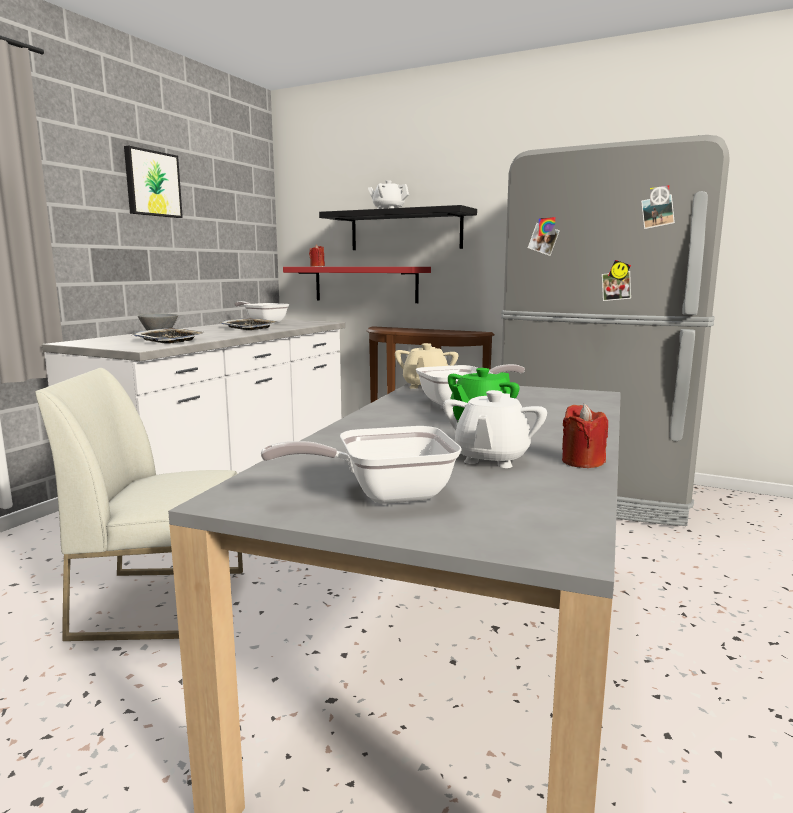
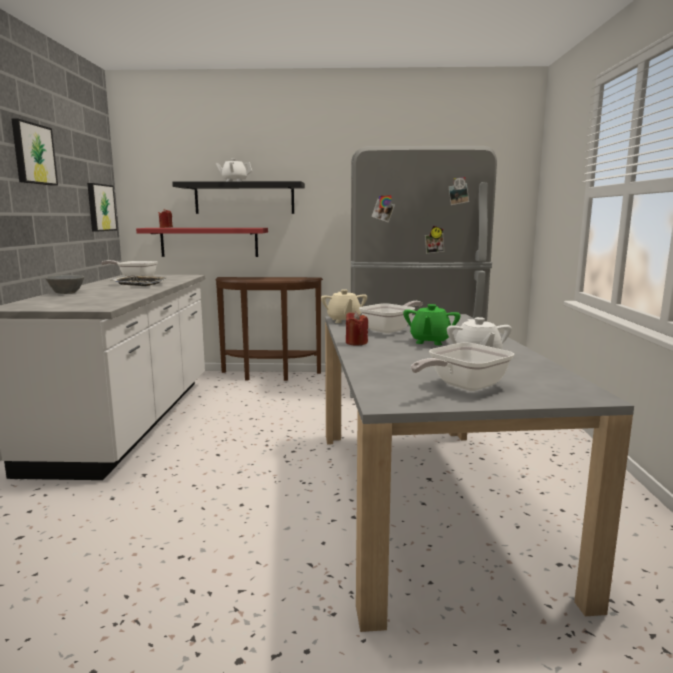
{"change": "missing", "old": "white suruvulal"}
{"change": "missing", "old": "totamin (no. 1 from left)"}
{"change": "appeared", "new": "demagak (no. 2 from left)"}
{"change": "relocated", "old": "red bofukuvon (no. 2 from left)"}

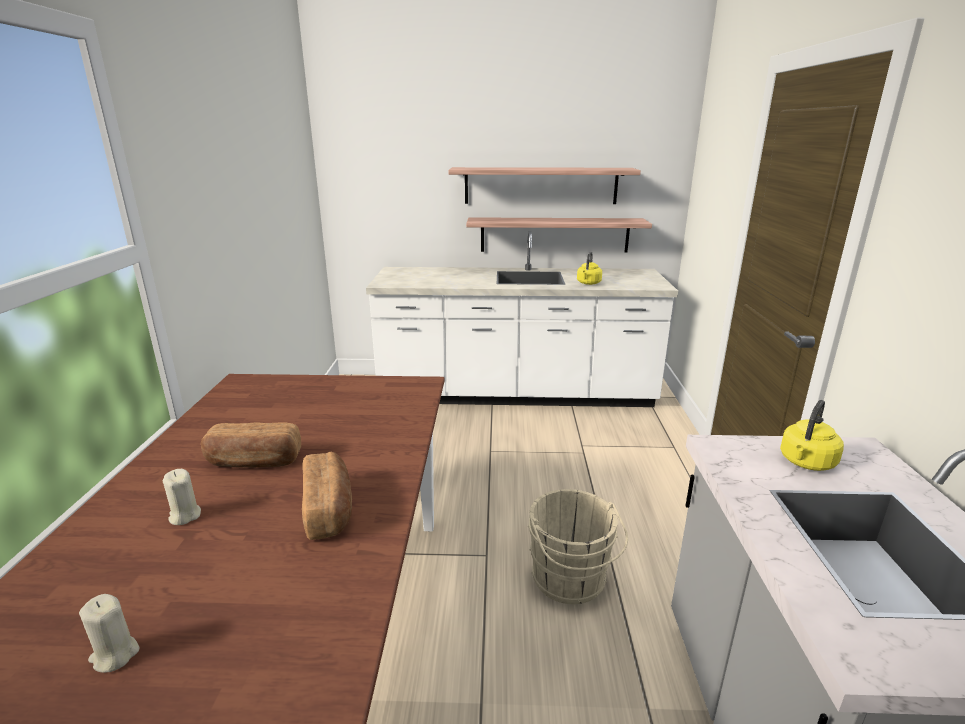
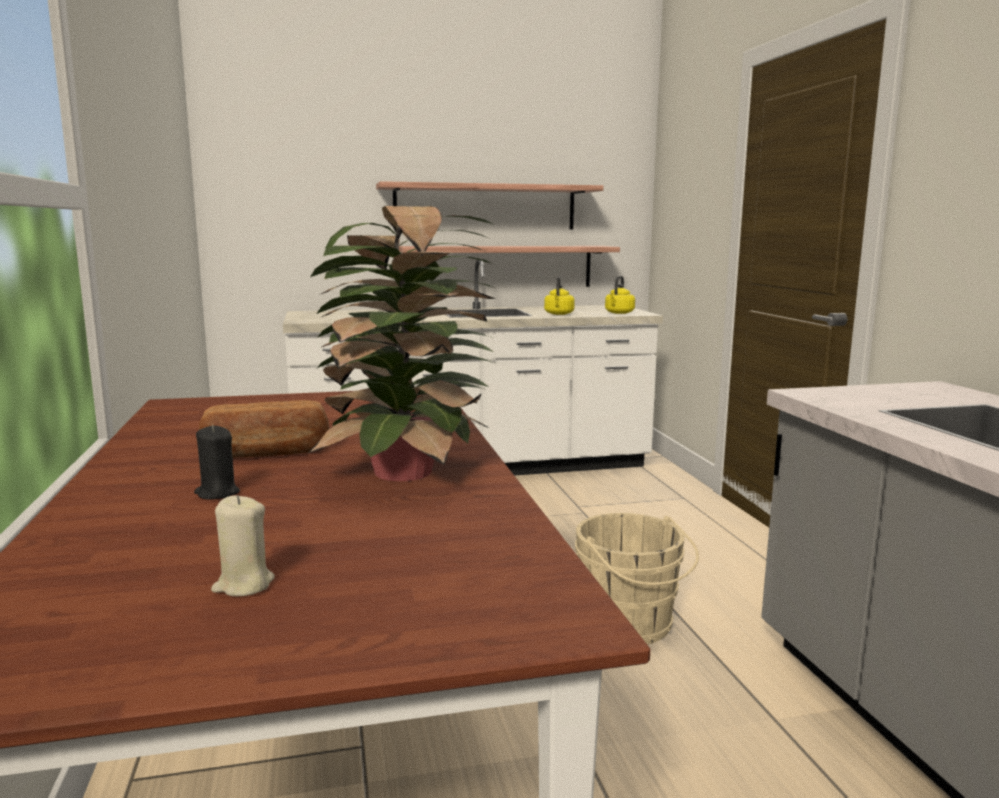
{"change": "relocated", "old": "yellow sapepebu (no. 2 from left)"}
{"change": "exchanged", "old": "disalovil (no. 2 from left)", "new": "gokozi"}
{"change": "colour", "old": "beige bofukuvon (no. 2 from left)", "new": "black bofukuvon"}

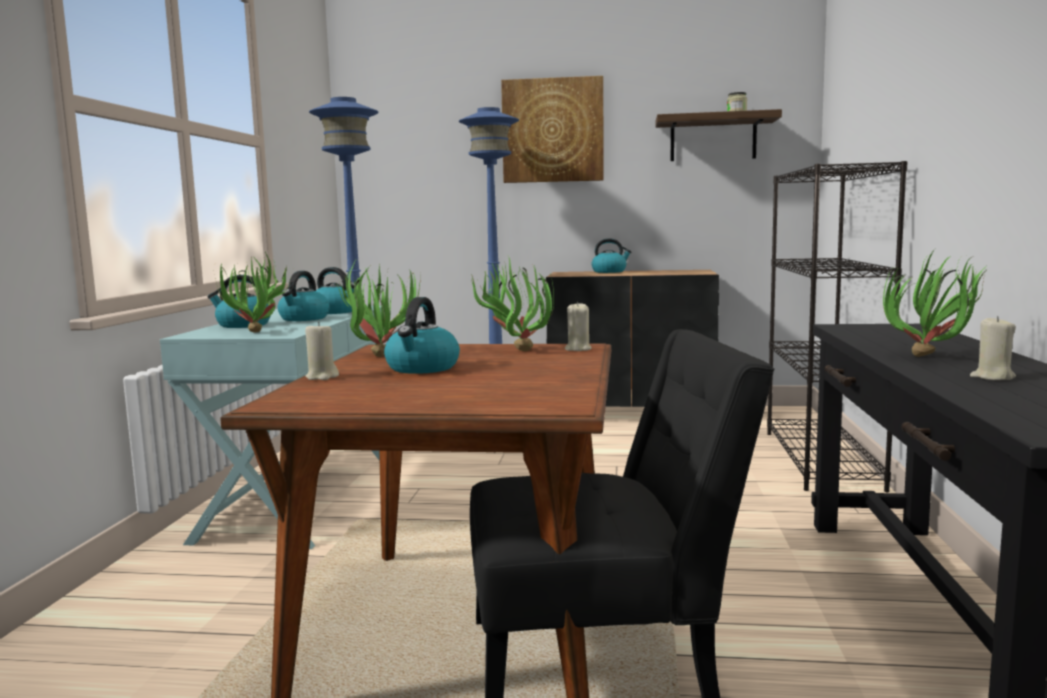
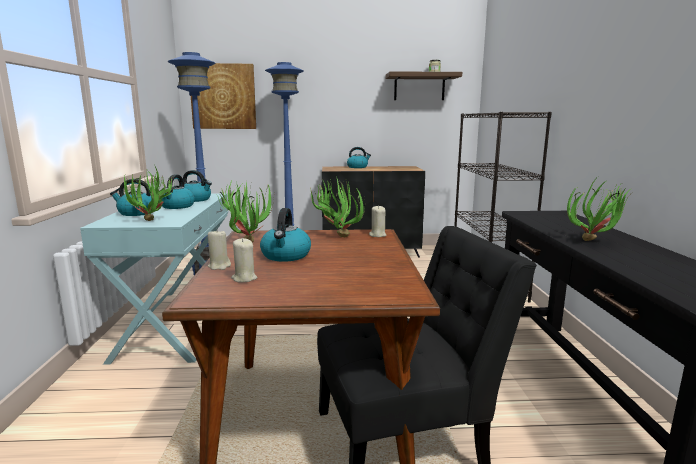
{"change": "relocated", "old": "demagak"}
{"change": "relocated", "old": "beige bofukuvon (no. 3 from left in the first image)", "new": "beige bofukuvon (no. 2 from left)"}

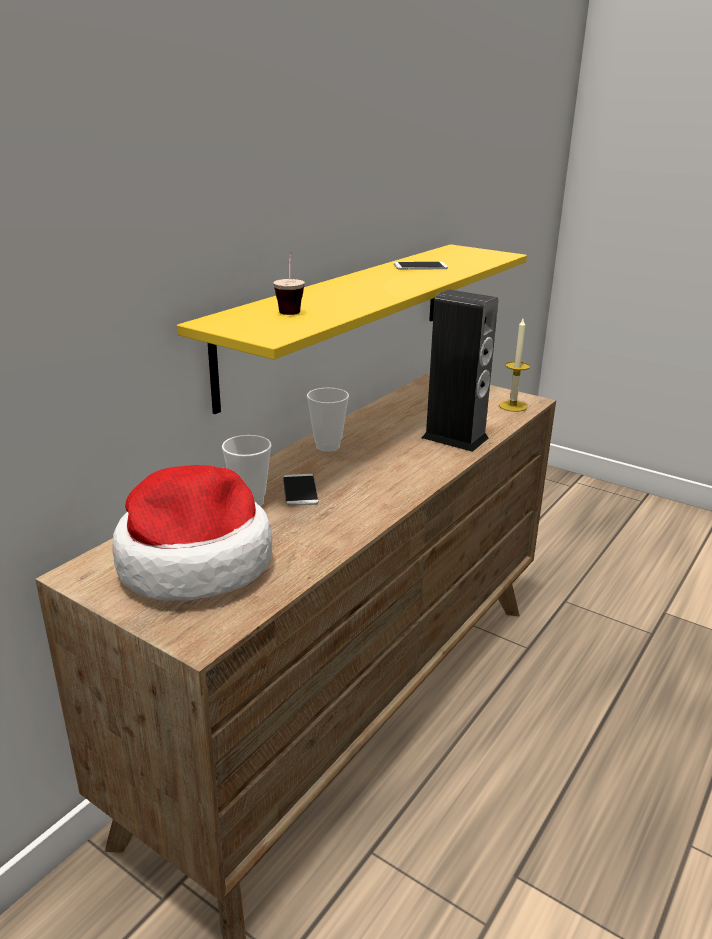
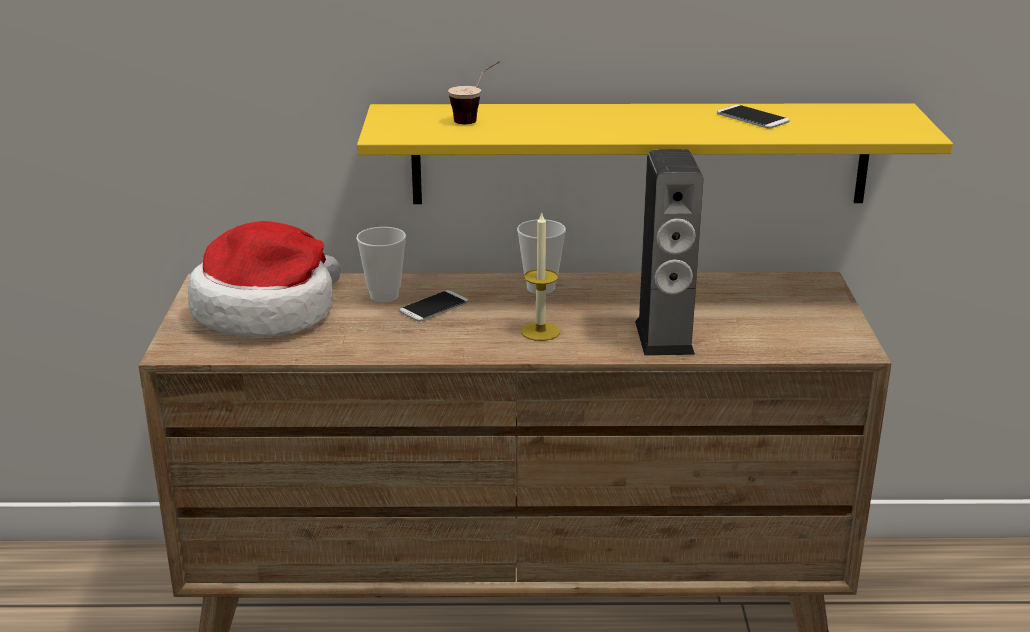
{"change": "relocated", "old": "bofukuvon"}

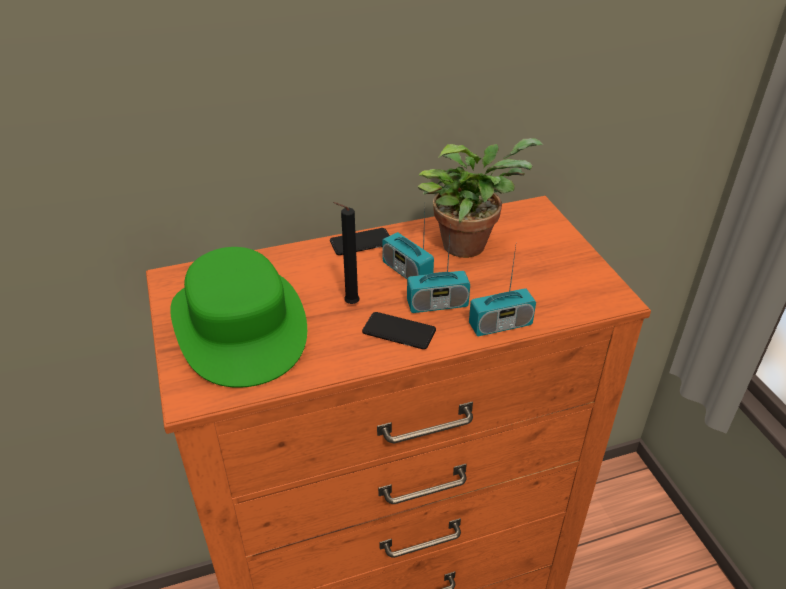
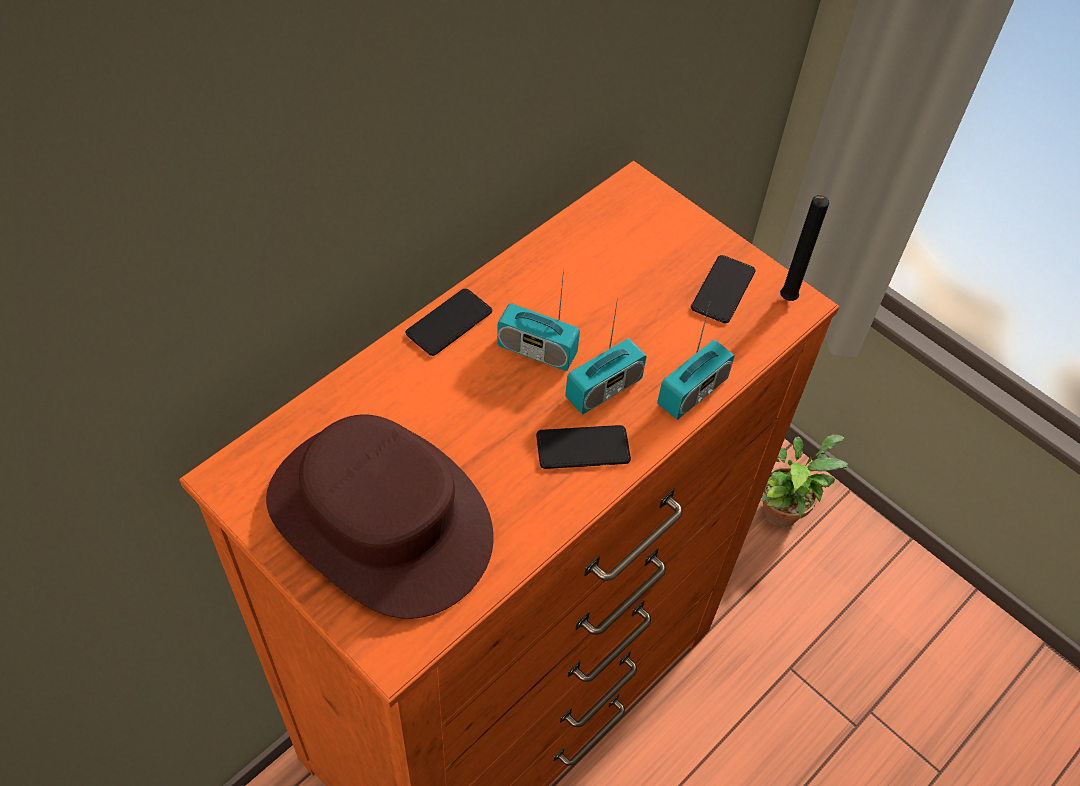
{"change": "appeared", "new": "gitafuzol (no. 3 from left)"}
{"change": "relocated", "old": "black bofukuvon"}
{"change": "relocated", "old": "gokozi"}
{"change": "colour", "old": "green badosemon", "new": "brown badosemon"}

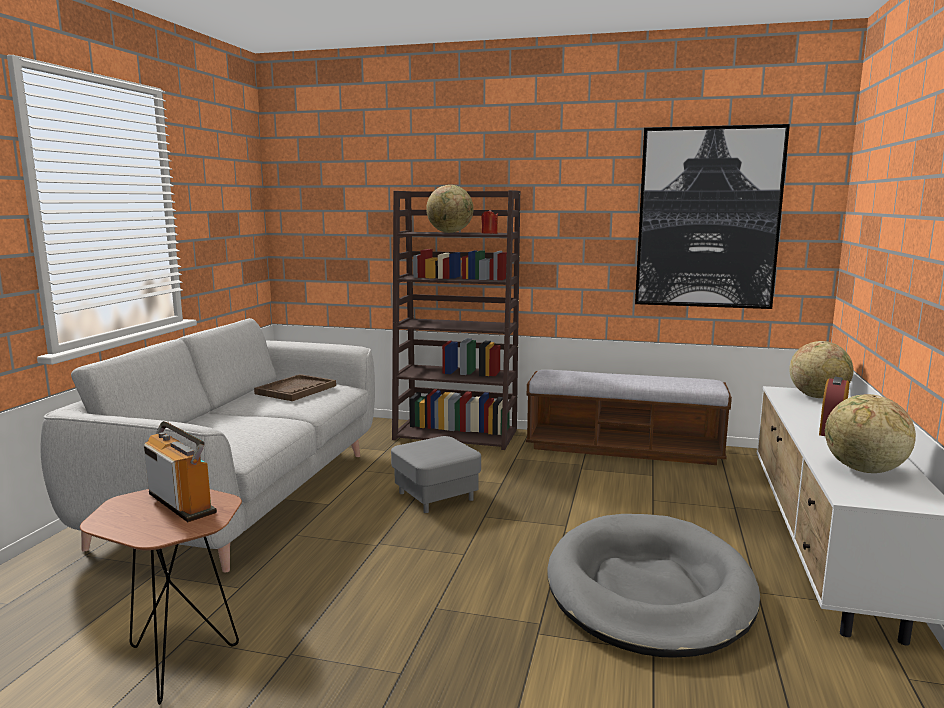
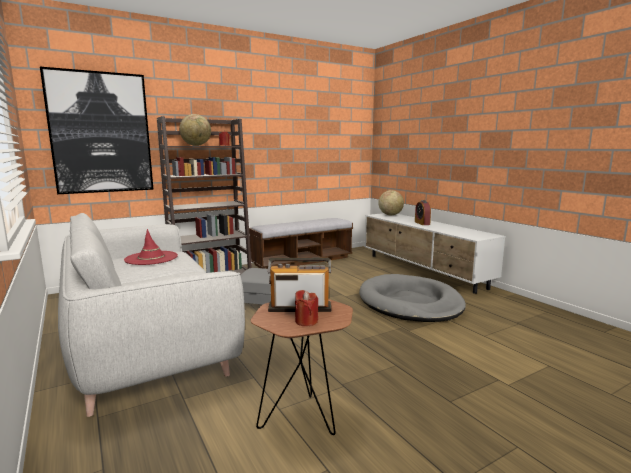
{"change": "missing", "old": "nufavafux (no. 3 from left)"}
{"change": "appeared", "new": "red bofukuvon (no. 2 from left)"}
{"change": "relocated", "old": "demagak"}
{"change": "exchanged", "old": "brown totamin", "new": "red badosemon"}

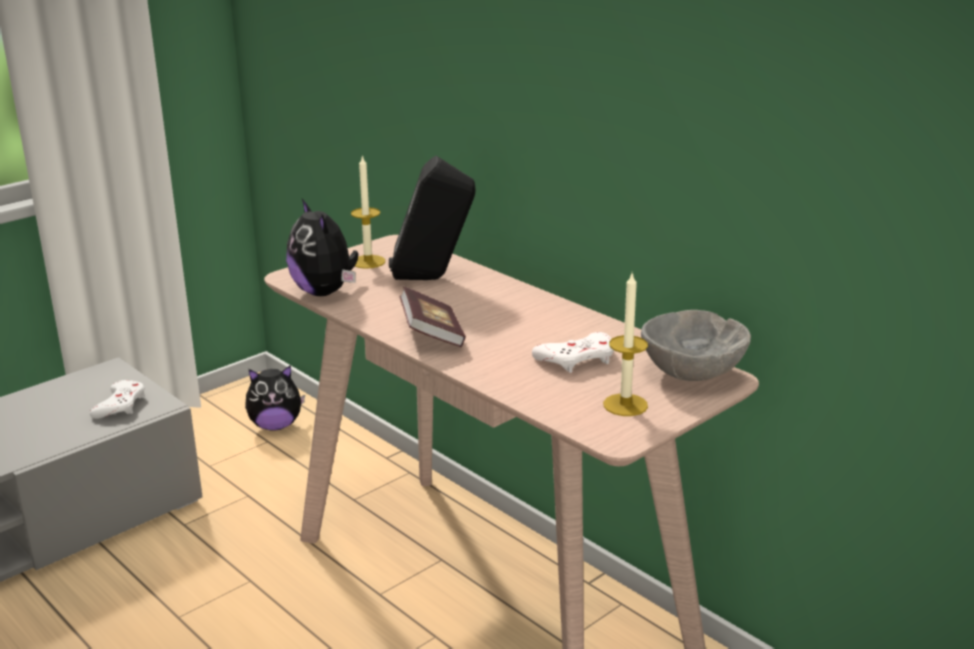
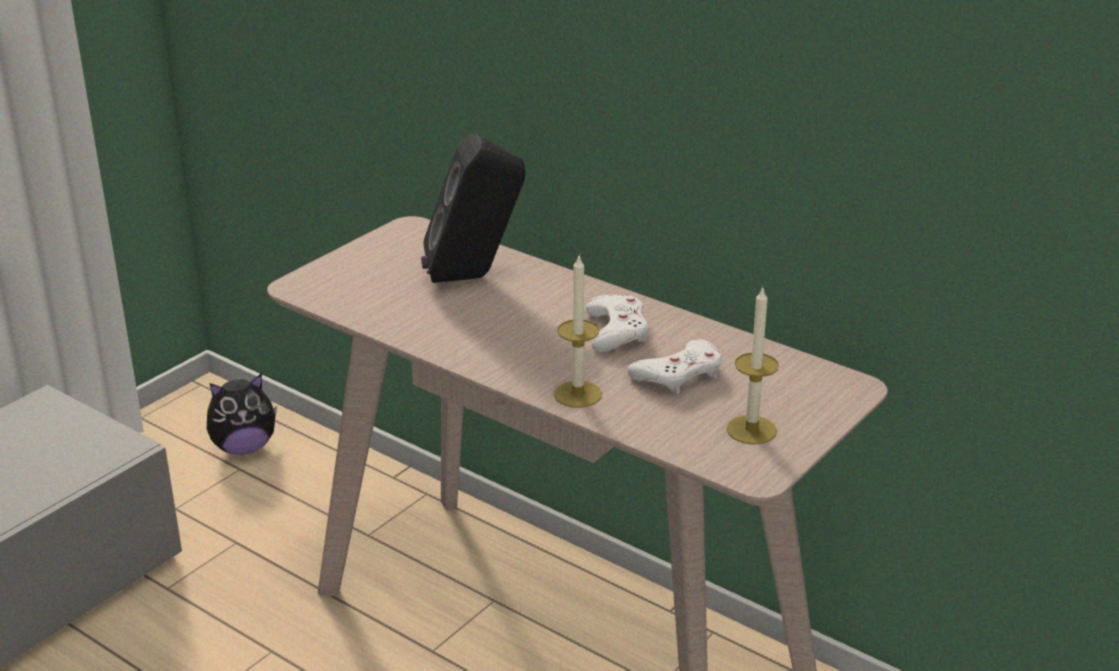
{"change": "missing", "old": "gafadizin (no. 2 from left)"}
{"change": "missing", "old": "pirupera"}
{"change": "missing", "old": "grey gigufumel"}
{"change": "relocated", "old": "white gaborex (no. 1 from left)"}
{"change": "relocated", "old": "bofukuvon (no. 1 from left)"}

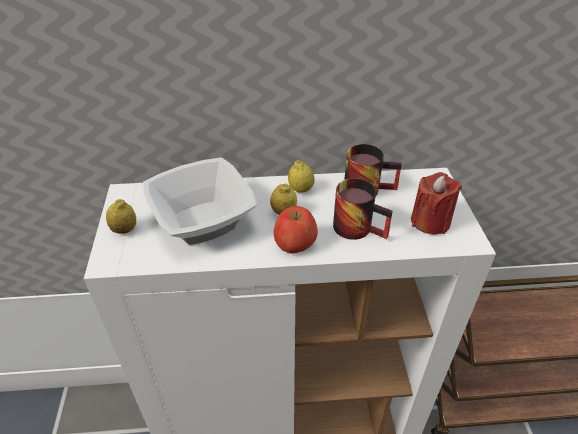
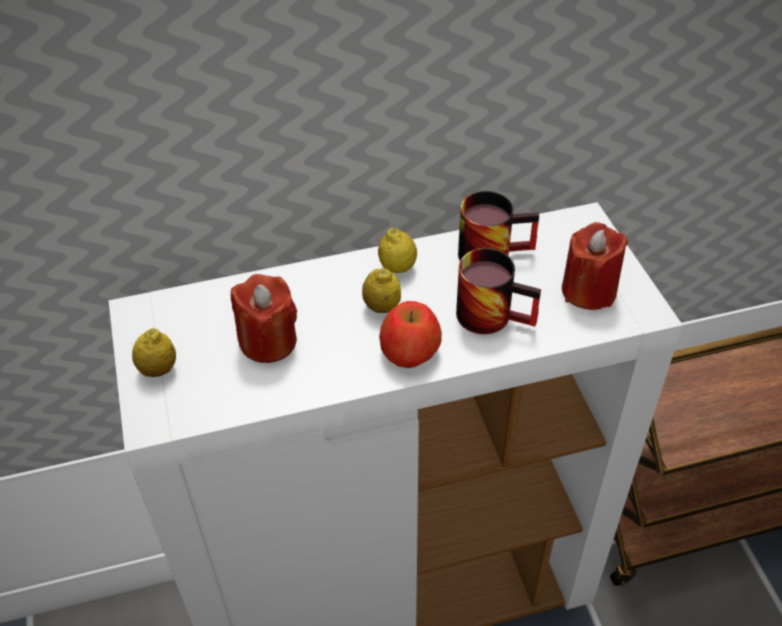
{"change": "exchanged", "old": "gigufumel", "new": "red bofukuvon (no. 1 from left)"}

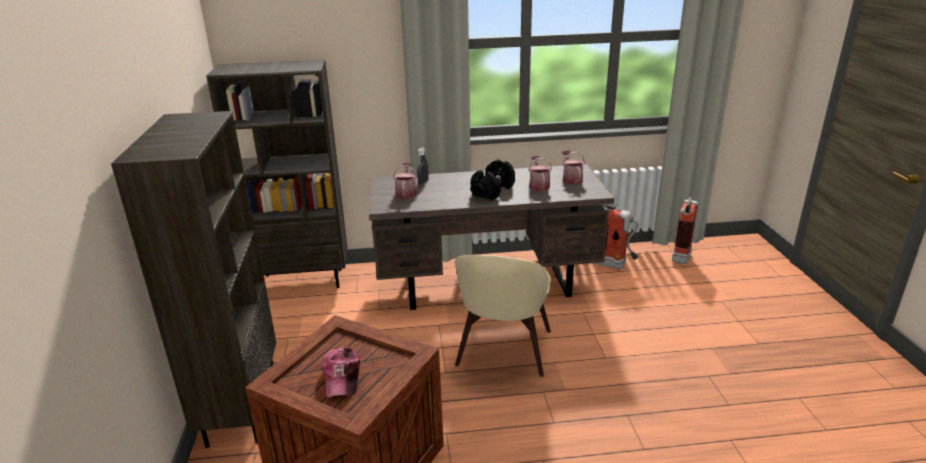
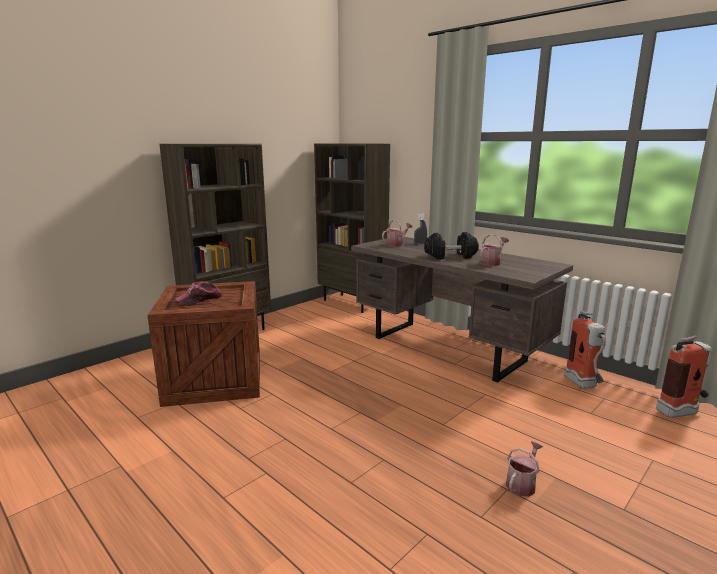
{"change": "missing", "old": "beige suruvulal"}
{"change": "relocated", "old": "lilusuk (no. 3 from left)"}

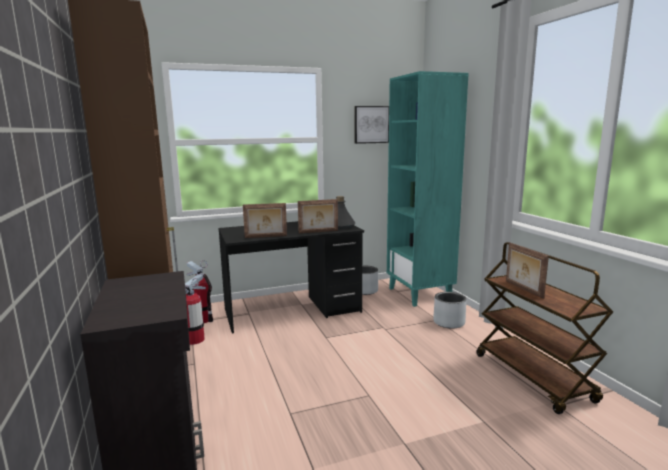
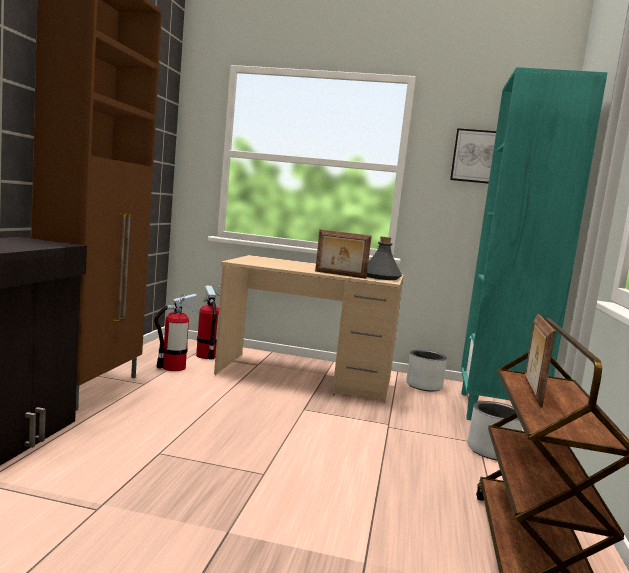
{"change": "missing", "old": "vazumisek (no. 1 from left)"}
{"change": "colour", "old": "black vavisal", "new": "beige vavisal"}

